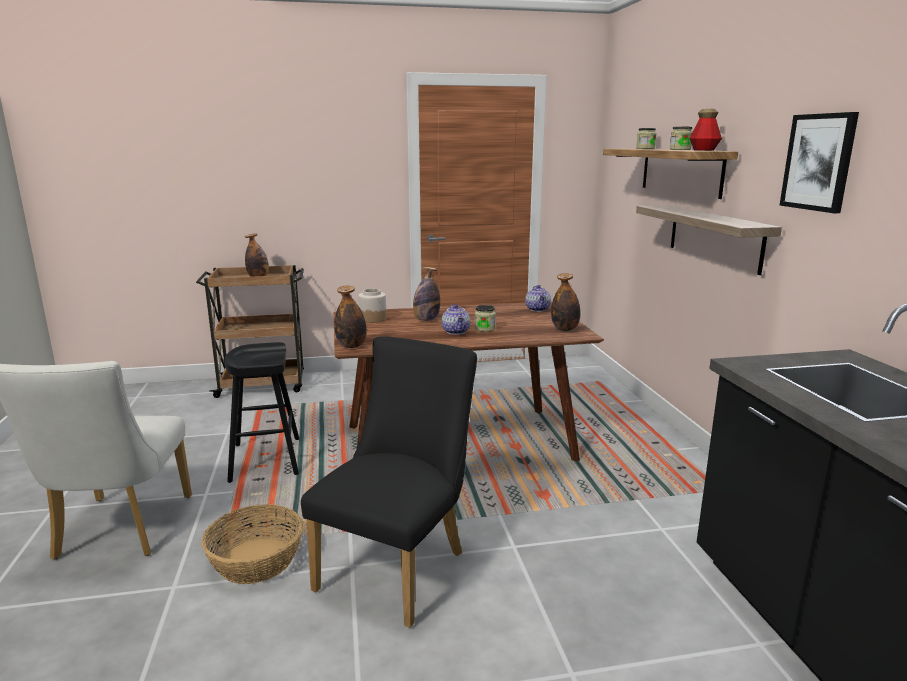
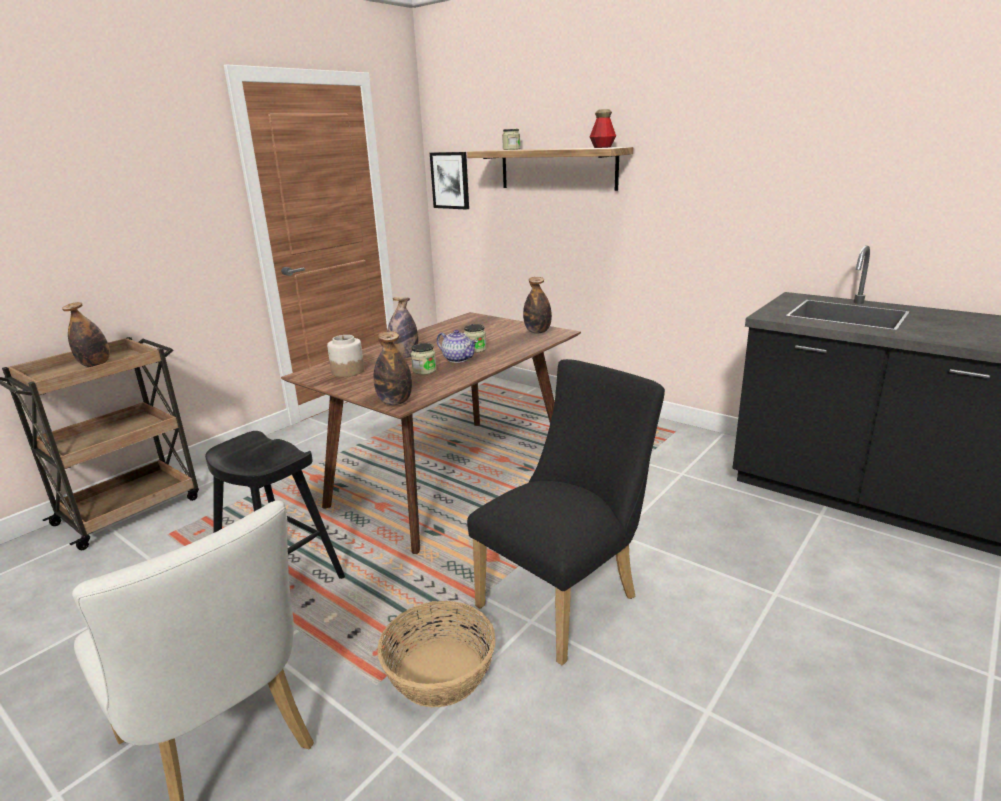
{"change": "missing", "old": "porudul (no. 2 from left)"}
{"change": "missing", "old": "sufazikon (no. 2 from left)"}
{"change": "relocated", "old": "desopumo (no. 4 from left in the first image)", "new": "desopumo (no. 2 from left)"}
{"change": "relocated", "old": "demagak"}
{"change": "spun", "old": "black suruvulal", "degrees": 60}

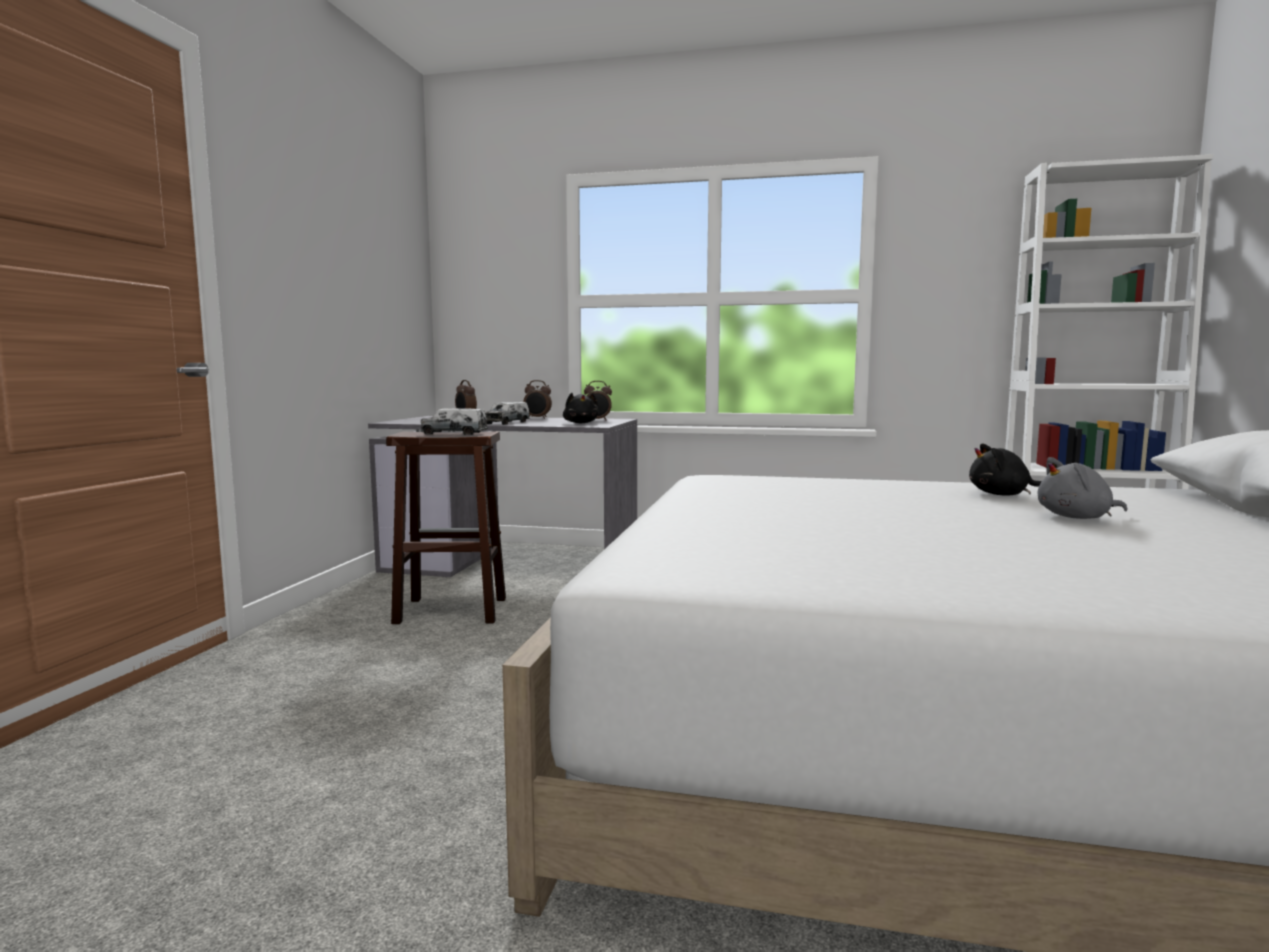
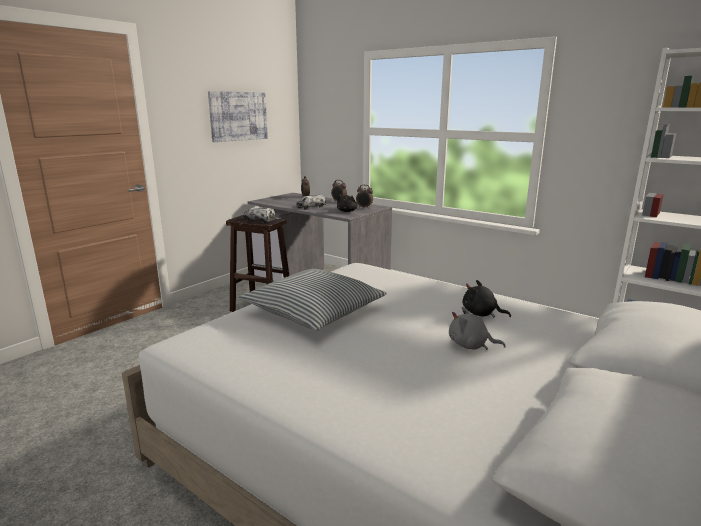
{"change": "appeared", "new": "demagak"}
{"change": "appeared", "new": "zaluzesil"}

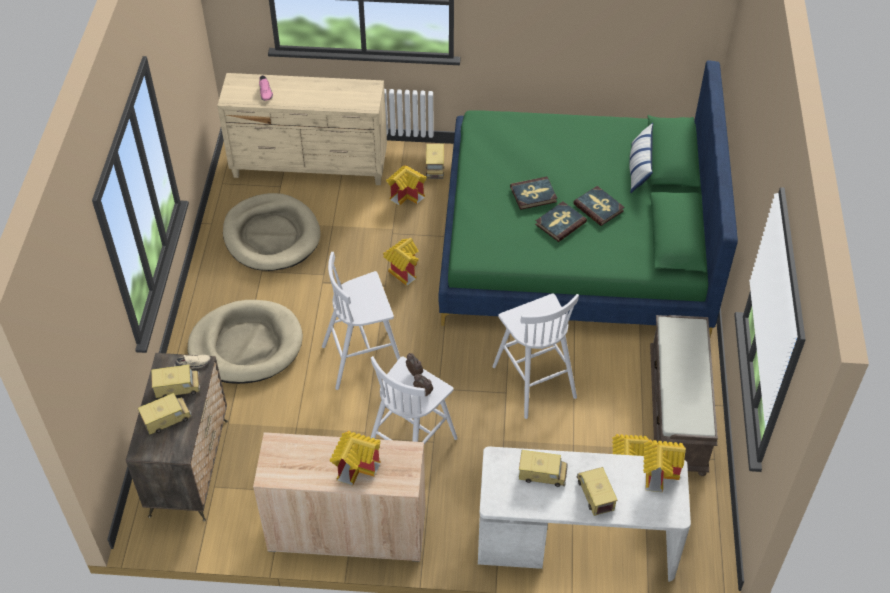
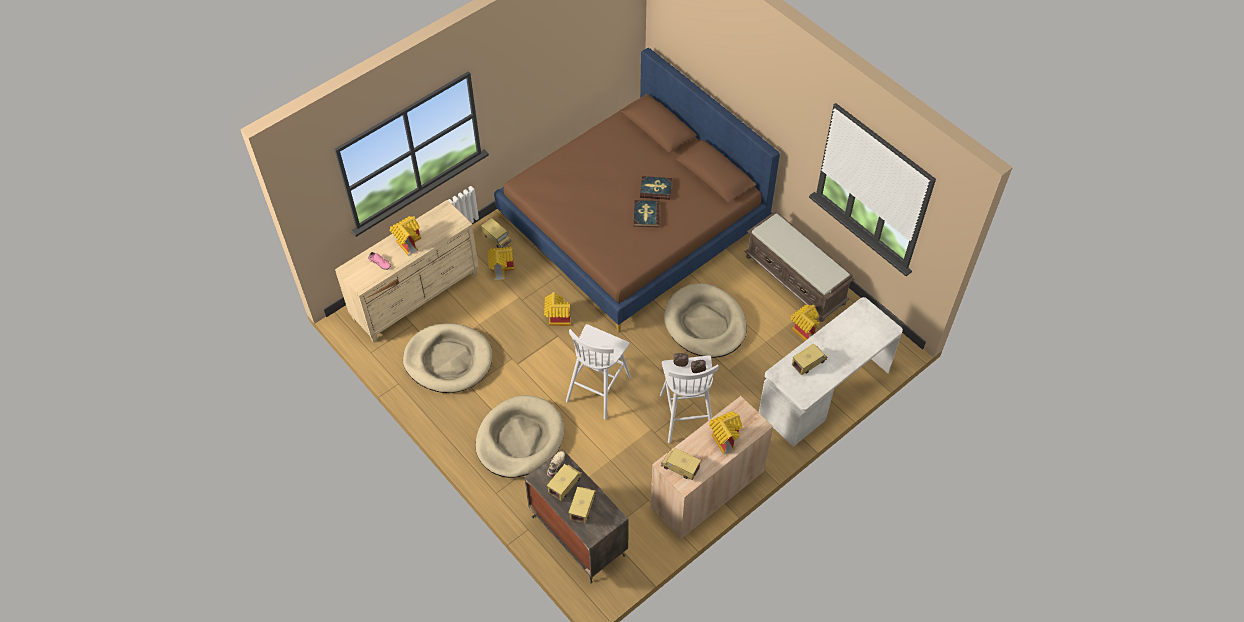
{"change": "missing", "old": "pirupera (no. 1 from left)"}
{"change": "missing", "old": "zaluzesil"}
{"change": "relocated", "old": "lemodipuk (no. 5 from left in the first image)", "new": "lemodipuk (no. 4 from left)"}
{"change": "relocated", "old": "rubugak (no. 5 from left in the first image)", "new": "rubugak (no. 1 from left)"}
{"change": "exchanged", "old": "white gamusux (no. 3 from left)", "new": "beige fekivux (no. 3 from left)"}
{"change": "colour", "old": "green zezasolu", "new": "brown zezasolu"}

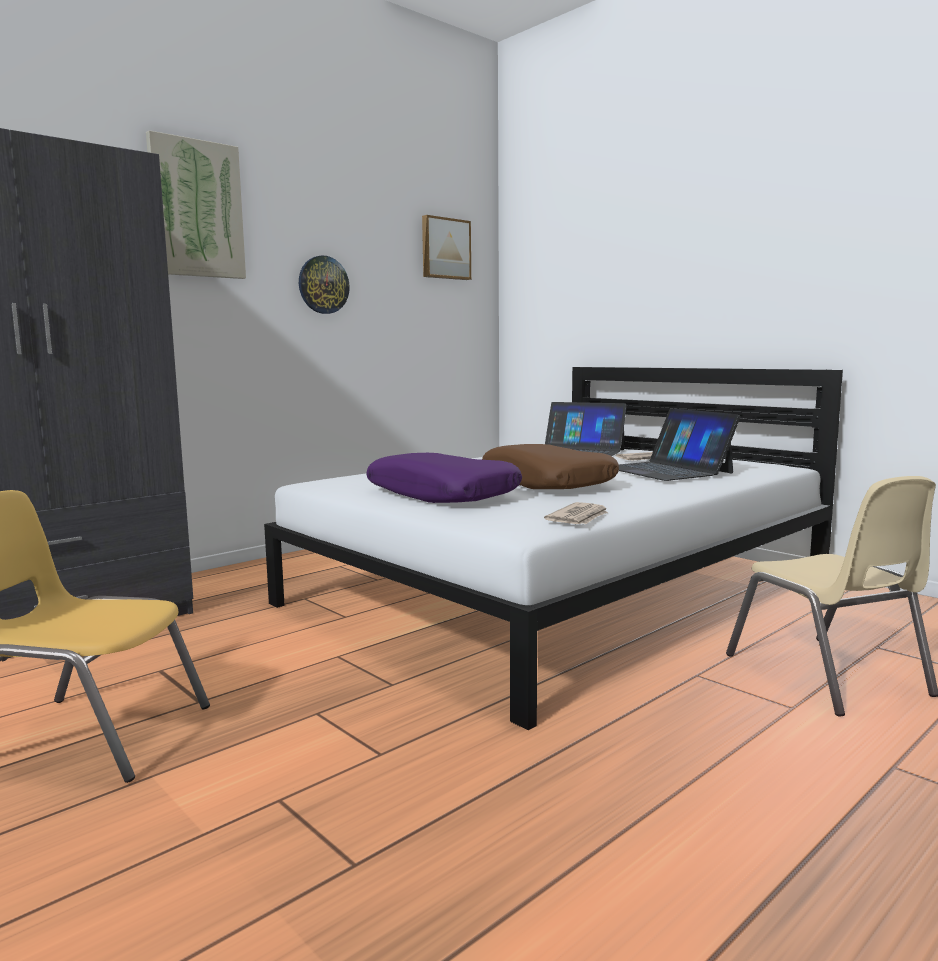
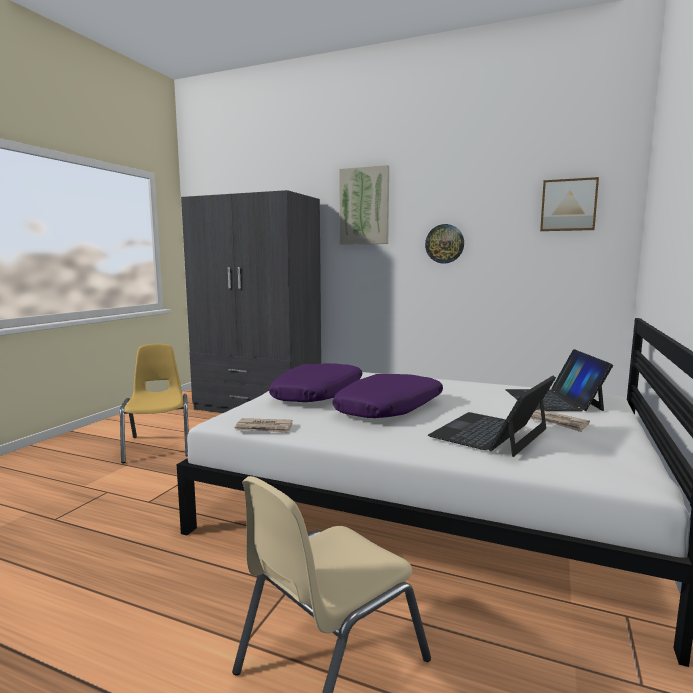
{"change": "colour", "old": "brown zaluzesil", "new": "purple zaluzesil (no. 2 from left)"}

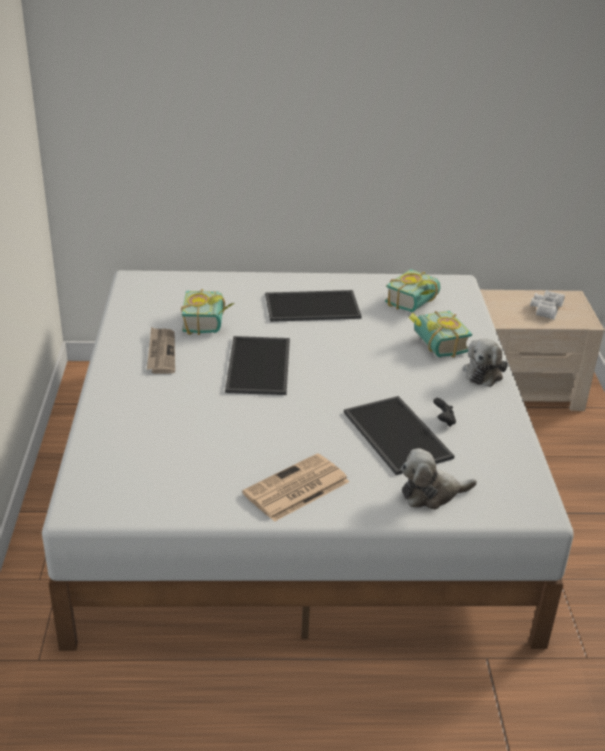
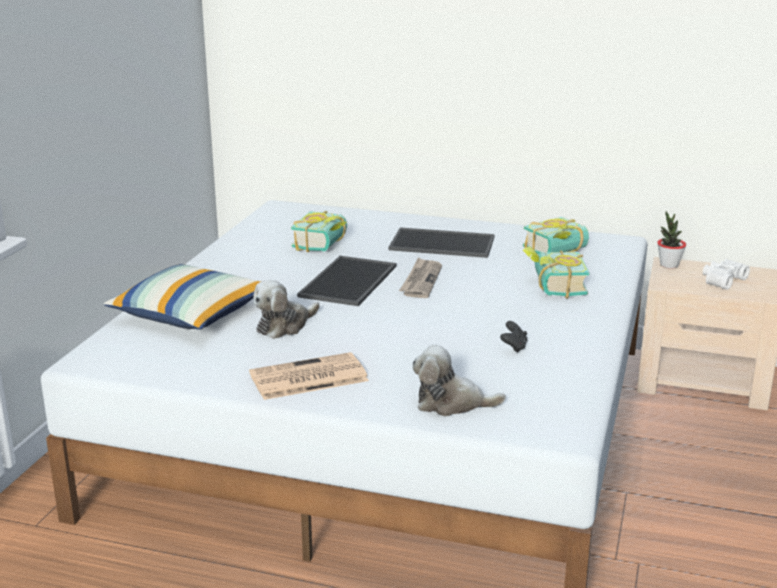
{"change": "missing", "old": "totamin (no. 3 from left)"}
{"change": "appeared", "new": "zaluzesil"}
{"change": "appeared", "new": "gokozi"}
{"change": "relocated", "old": "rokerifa (no. 1 from left in the first image)", "new": "rokerifa (no. 2 from left)"}
{"change": "relocated", "old": "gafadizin (no. 2 from left in the first image)", "new": "gafadizin (no. 1 from left)"}

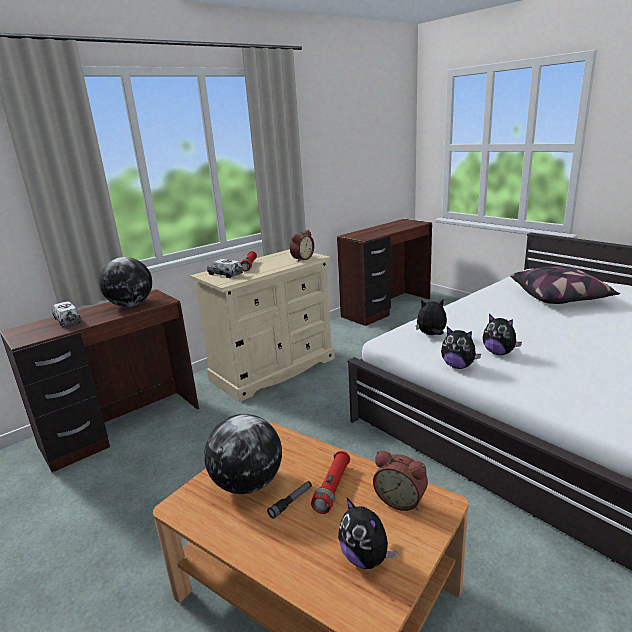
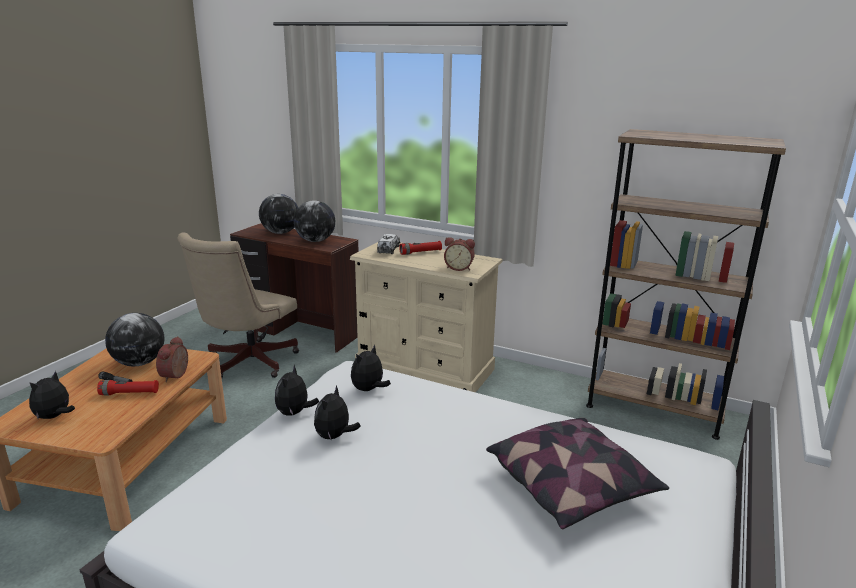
{"change": "appeared", "new": "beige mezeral"}
{"change": "relocated", "old": "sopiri (no. 2 from left in the first image)", "new": "sopiri (no. 1 from left)"}
{"change": "exchanged", "old": "lemodipuk (no. 1 from left)", "new": "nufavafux (no. 2 from left)"}
{"change": "exchanged", "old": "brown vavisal (no. 2 from left)", "new": "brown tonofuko"}
{"change": "spun", "old": "gafadizin (no. 2 from left in the first image)", "degrees": -120}

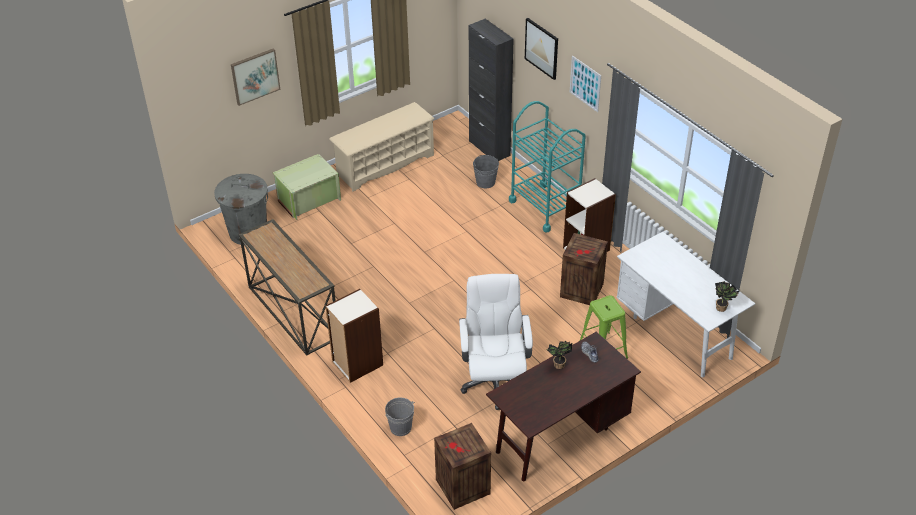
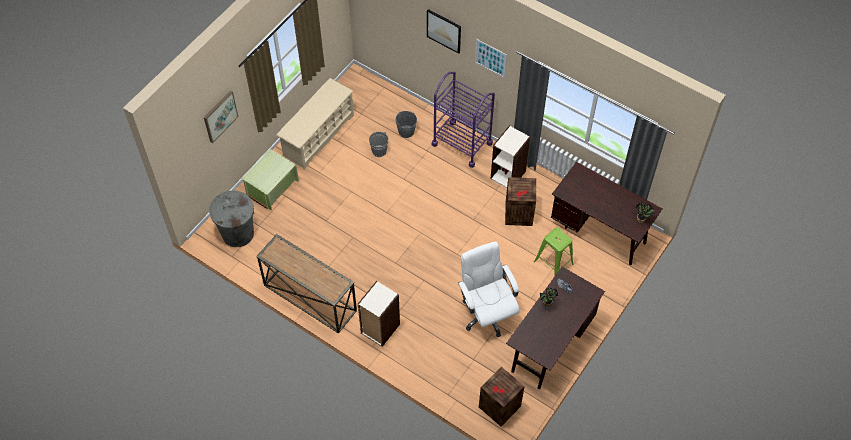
{"change": "missing", "old": "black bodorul"}
{"change": "relocated", "old": "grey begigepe (no. 1 from left)"}
{"change": "colour", "old": "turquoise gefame", "new": "purple gefame"}
{"change": "colour", "old": "white vavisal", "new": "brown vavisal (no. 2 from left)"}

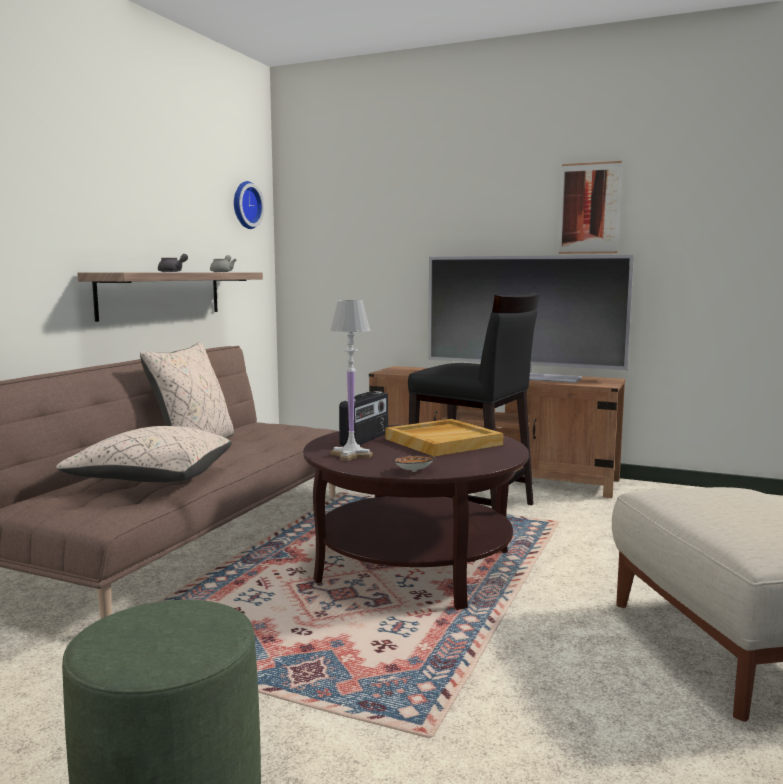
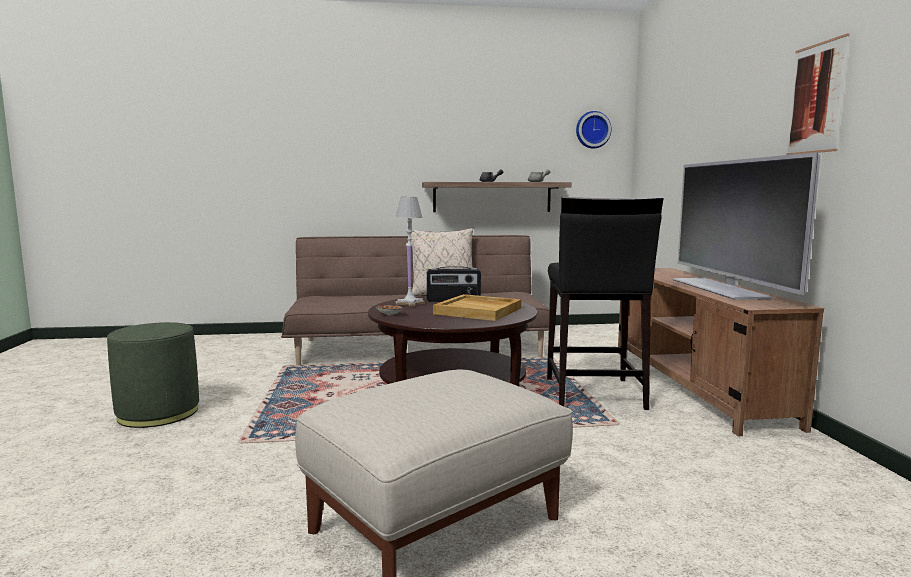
{"change": "missing", "old": "beige zaluzesil (no. 1 from left)"}

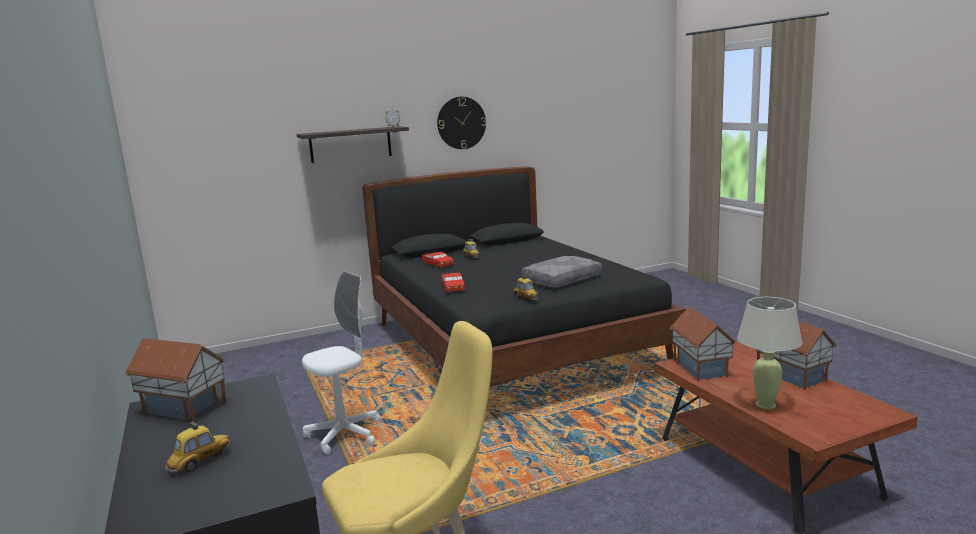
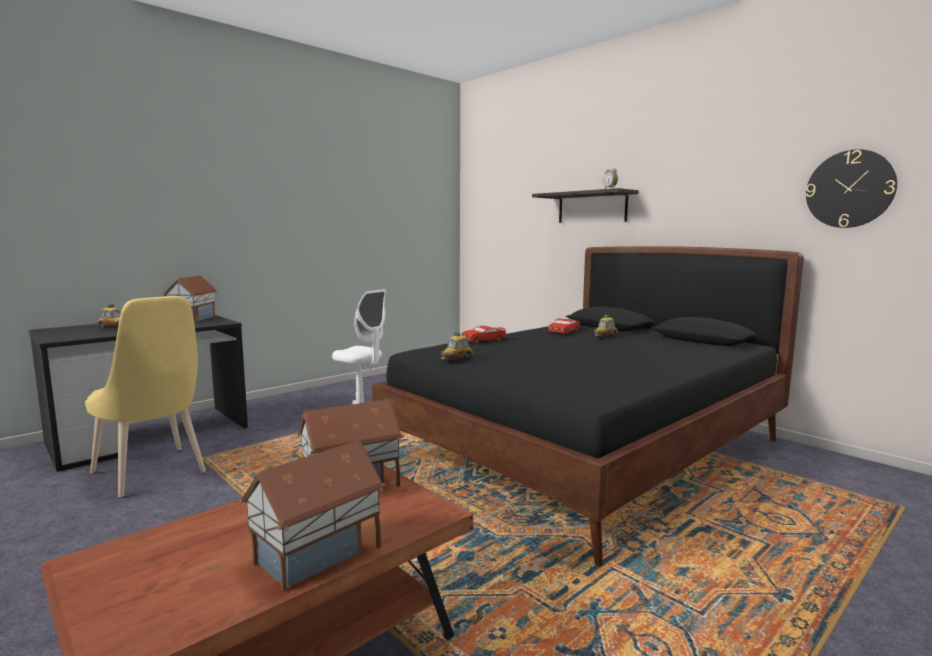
{"change": "missing", "old": "grey zaluzesil"}
{"change": "missing", "old": "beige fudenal"}
{"change": "relocated", "old": "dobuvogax"}

